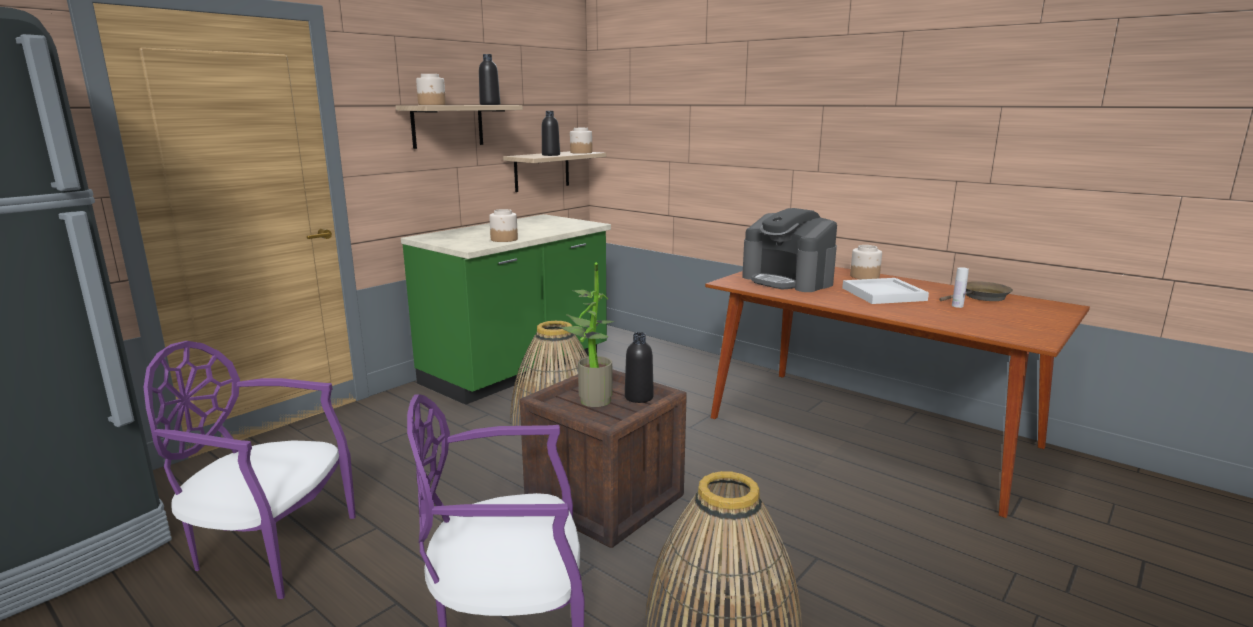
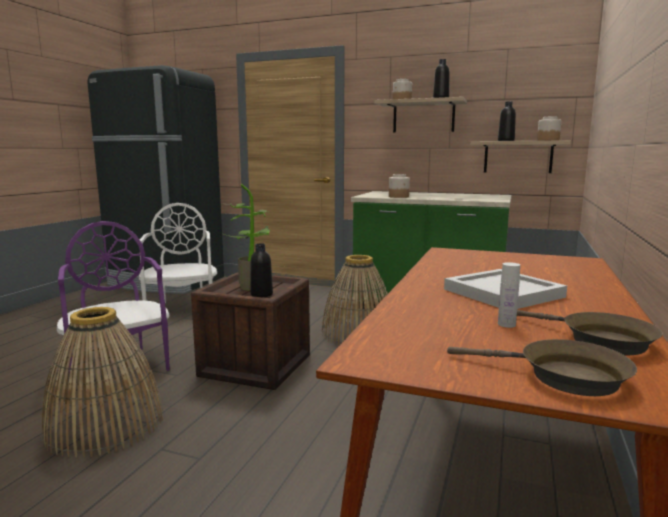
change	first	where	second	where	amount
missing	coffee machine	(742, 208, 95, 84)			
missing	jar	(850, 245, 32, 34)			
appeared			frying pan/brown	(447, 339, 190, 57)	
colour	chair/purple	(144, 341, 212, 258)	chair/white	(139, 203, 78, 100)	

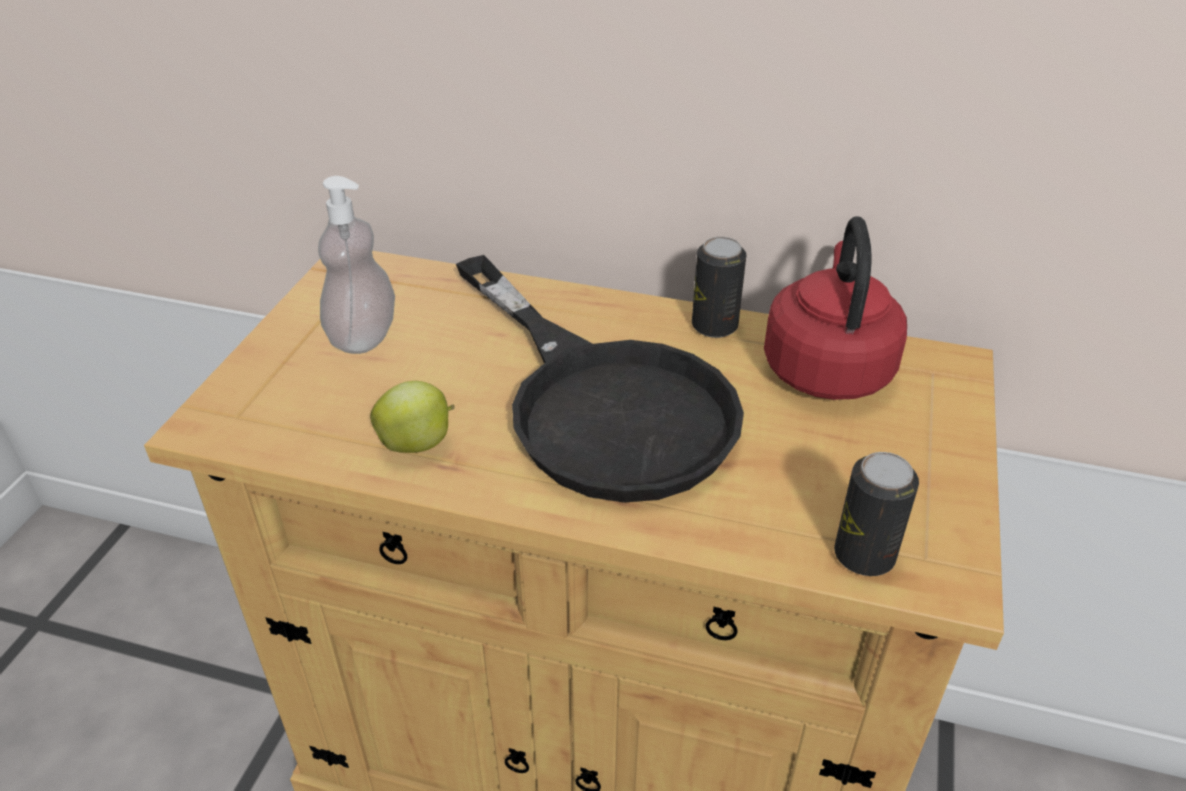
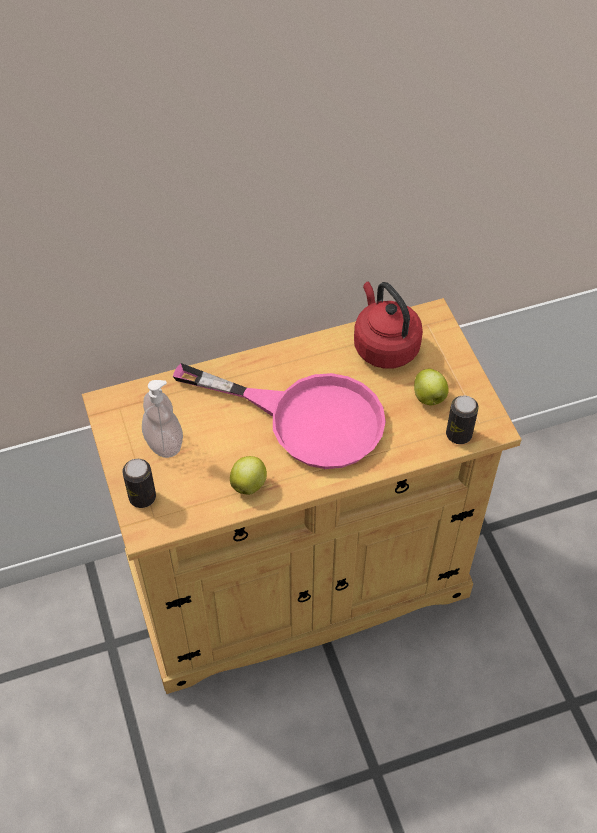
change	first	where	second	where	amount
appeared			apple	(414, 369, 35, 36)	
relocated	can	(692, 237, 54, 101)		(122, 459, 34, 49)	
colour	frying pan/black	(456, 255, 288, 248)	frying pan/pink	(173, 363, 213, 106)	

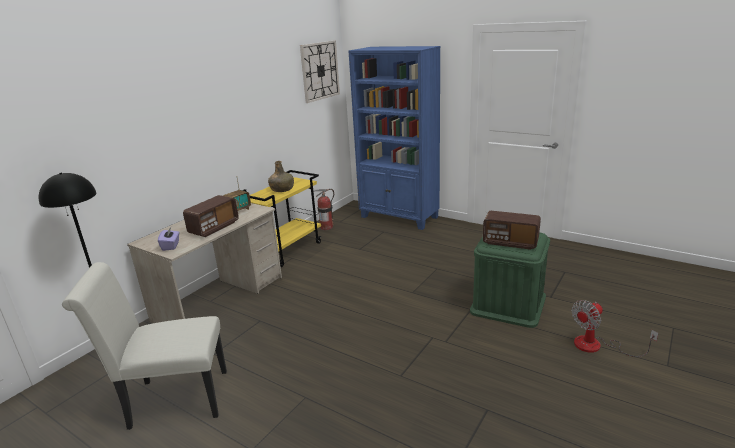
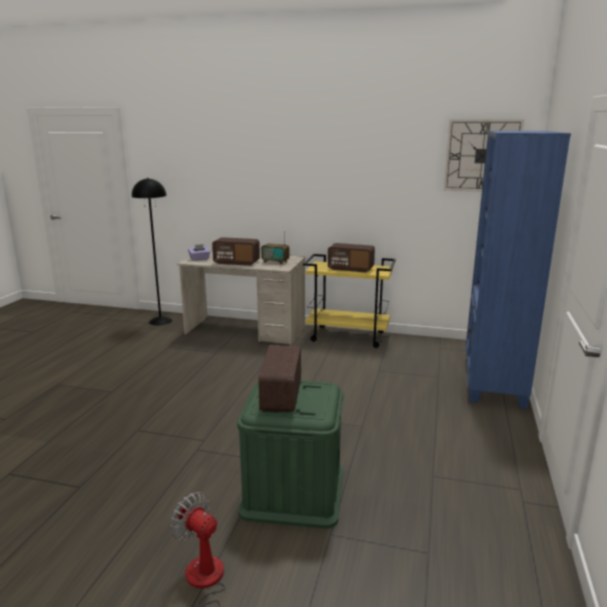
change	first	where	second	where	amount
missing	chair/white	(62, 262, 165, 168)			
missing	fire extinguisher	(313, 189, 21, 41)			
exchanged	bottle/green	(268, 161, 26, 31)	radio	(328, 243, 47, 30)	

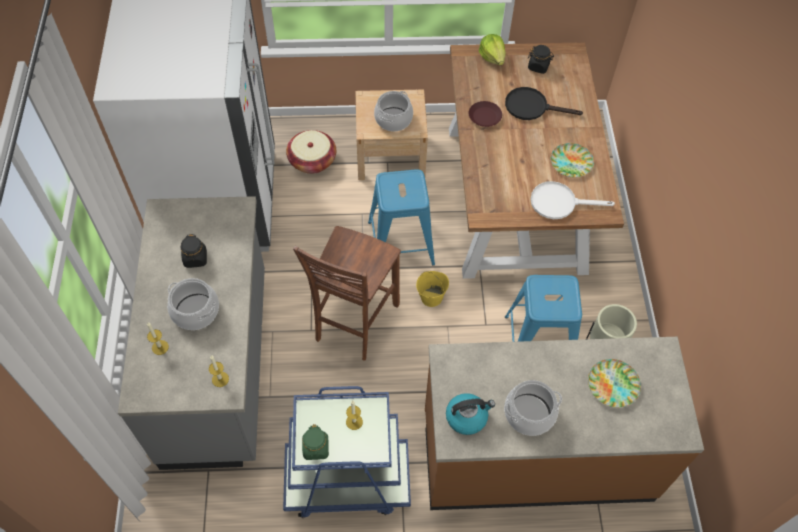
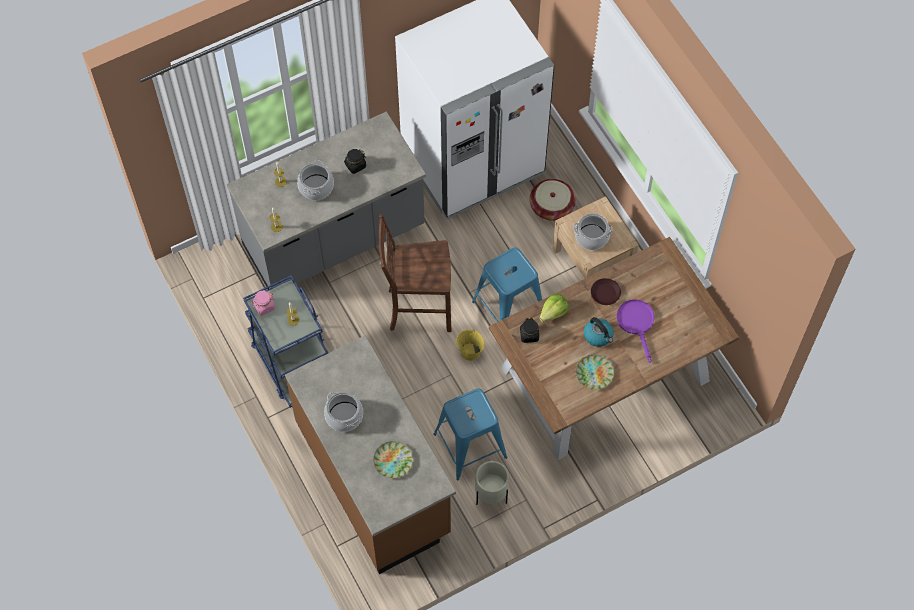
change	first	where	second	where	amount
missing	frying pan/white	(530, 181, 85, 38)			
relocated	kettle	(446, 393, 49, 42)		(584, 317, 29, 30)	
relocated	lettuce	(479, 34, 27, 31)		(539, 294, 30, 28)	
relocated	jar/black	(528, 45, 26, 29)		(520, 317, 19, 26)	
colour	jar/green	(302, 424, 27, 36)	jar/pink	(251, 291, 24, 25)	
colour	frying pan/black	(505, 87, 78, 33)	frying pan/purple	(617, 299, 38, 64)	

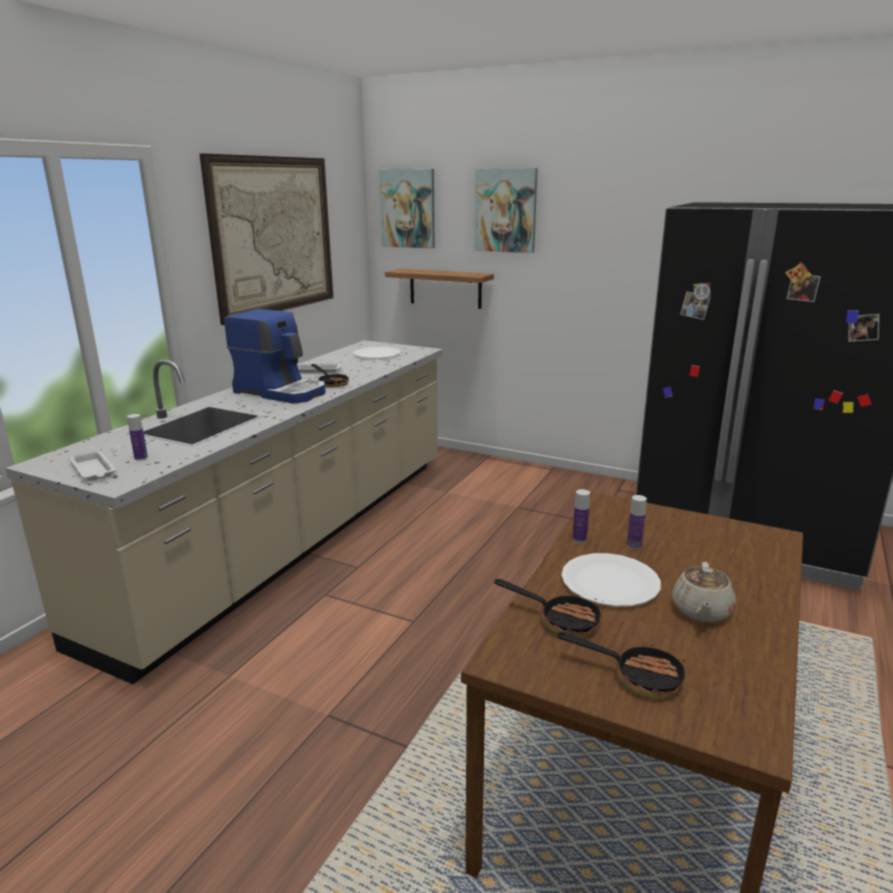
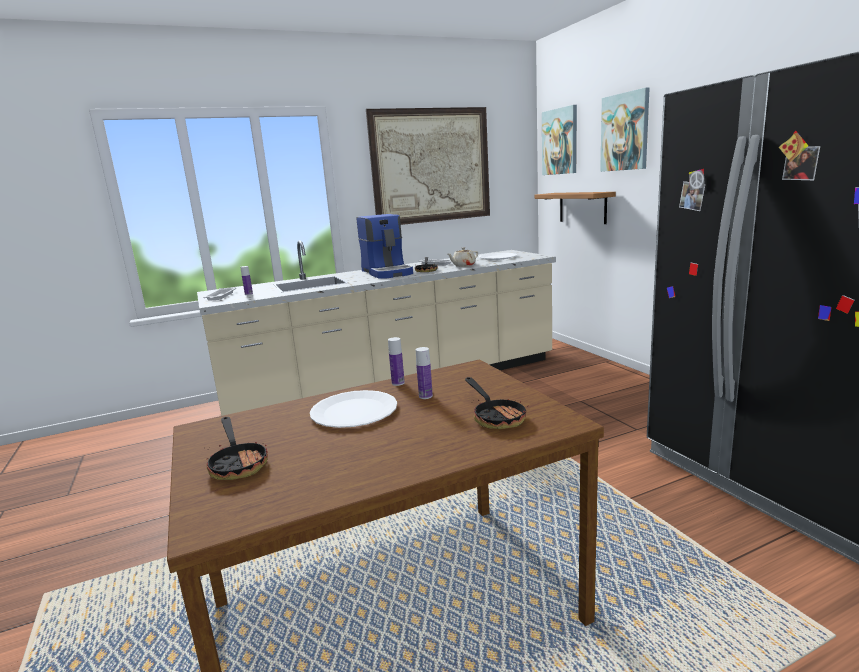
change	first	where	second	where	amount
relocated	frying pan	(494, 579, 109, 58)		(465, 377, 63, 52)	
relocated	teapot/beige	(672, 562, 64, 60)		(448, 247, 30, 20)	

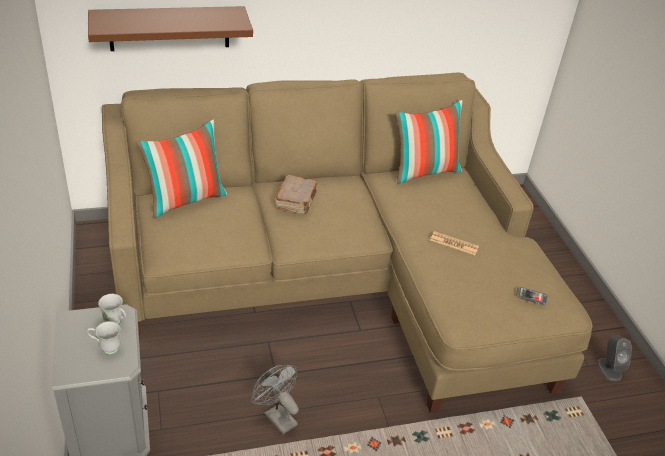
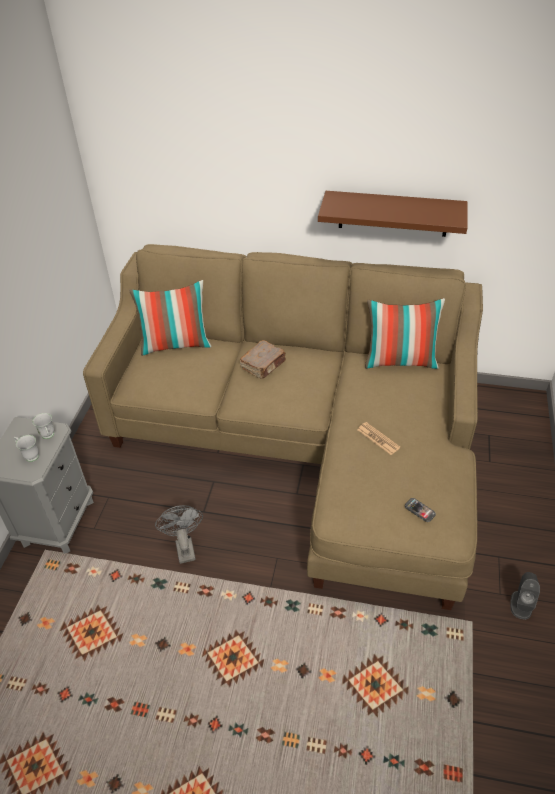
change	first	where	second	where	amount
relocated	shelf/brown	(88, 6, 165, 45)		(318, 191, 150, 46)	

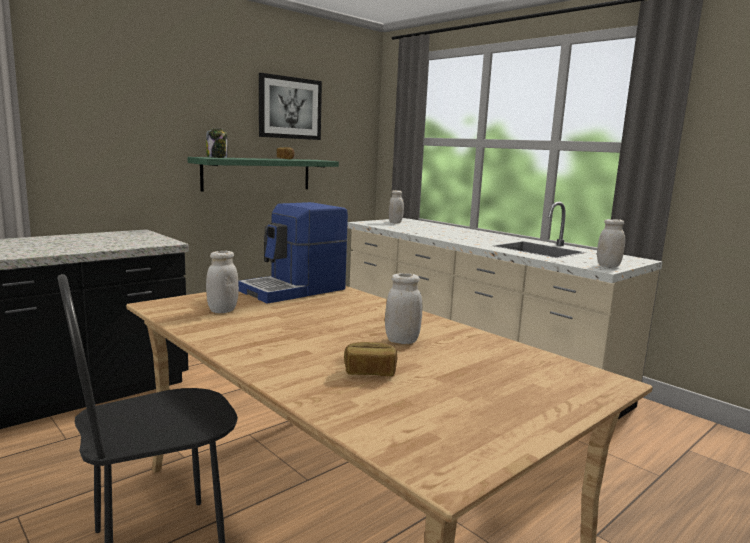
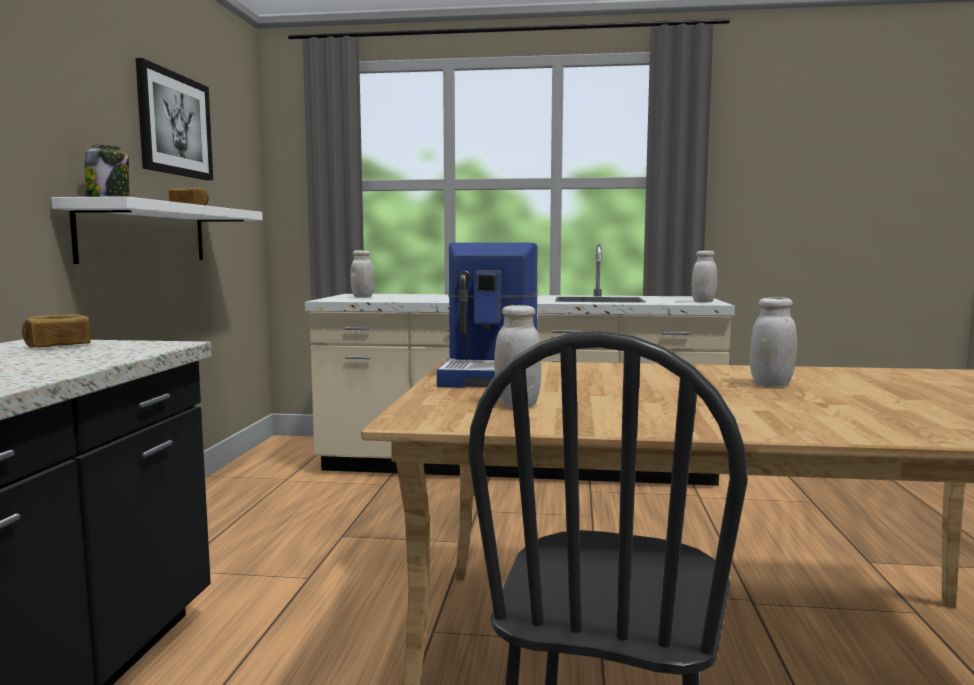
change	first	where	second	where	amount
relocated	bread	(344, 342, 53, 34)		(22, 314, 69, 34)	
colour	shelf/green	(187, 157, 152, 35)	shelf/white	(51, 196, 212, 68)	

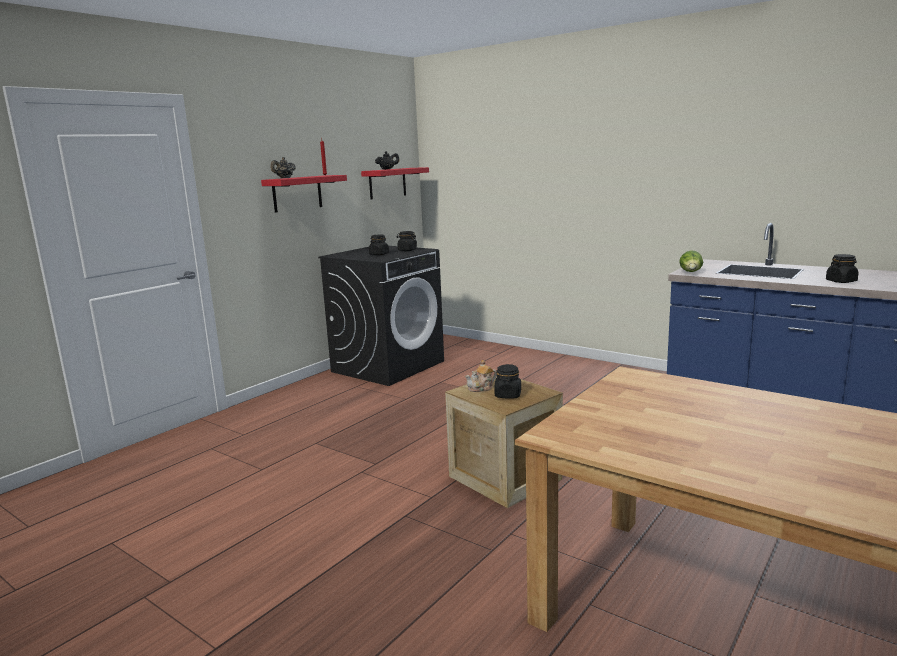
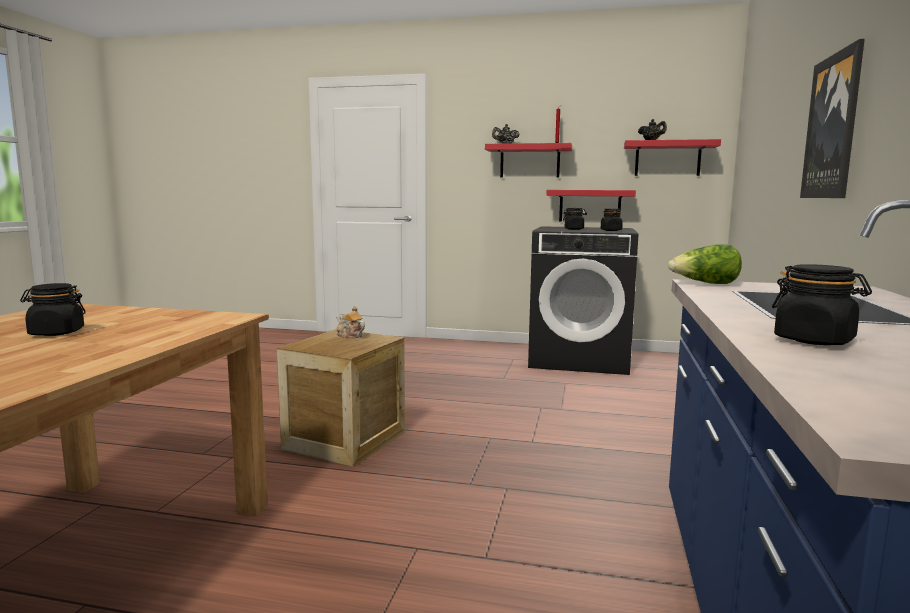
change	first	where	second	where	amount
appeared			shelf/red	(546, 190, 90, 32)	
appeared			picture	(800, 39, 65, 159)	
relocated	jar/black	(494, 364, 27, 35)		(20, 283, 66, 53)	

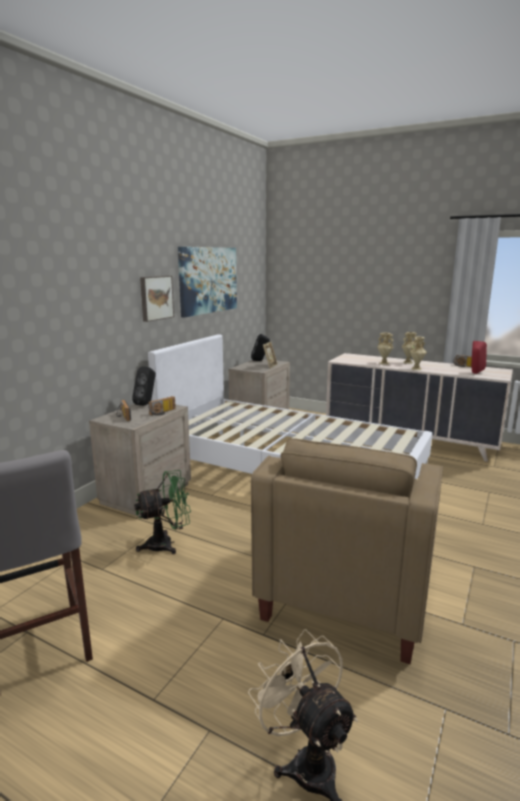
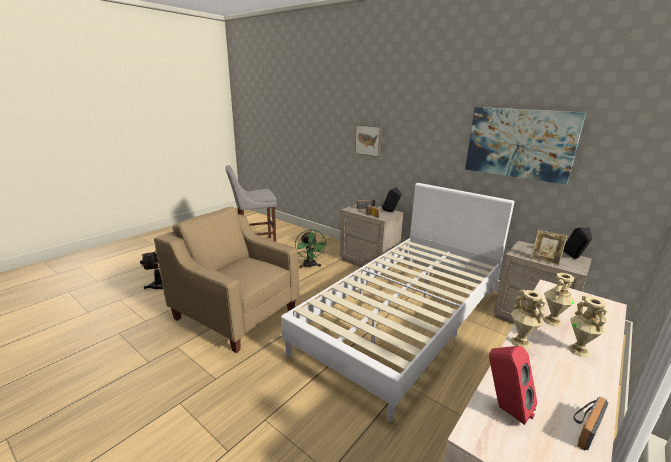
change	first	where	second	where	amount
relocated	picture	(140, 276, 34, 46)		(355, 124, 27, 33)	

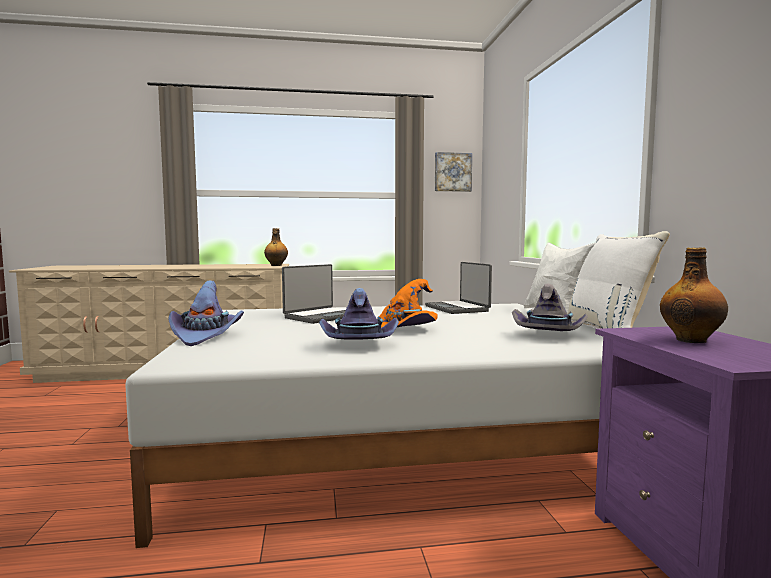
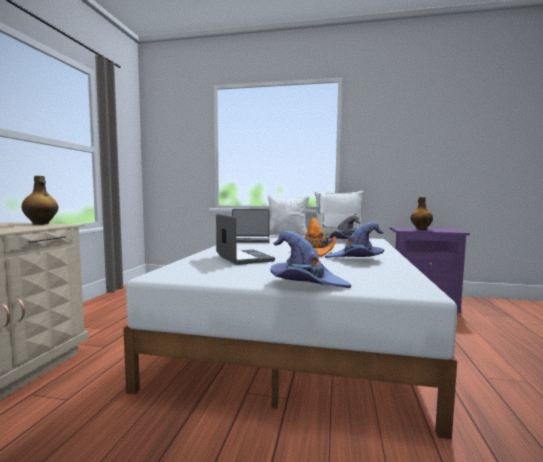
change	first	where	second	where	amount
missing	picture	(435, 152, 37, 40)			

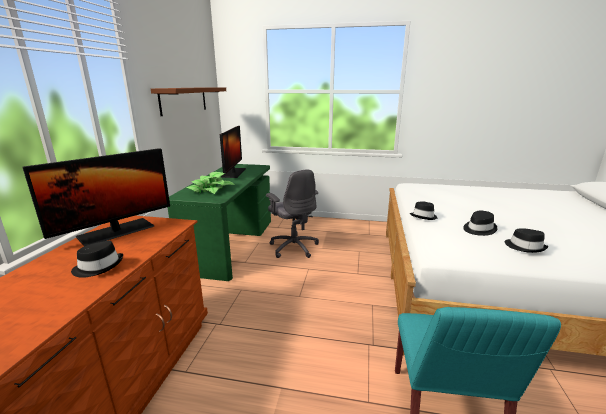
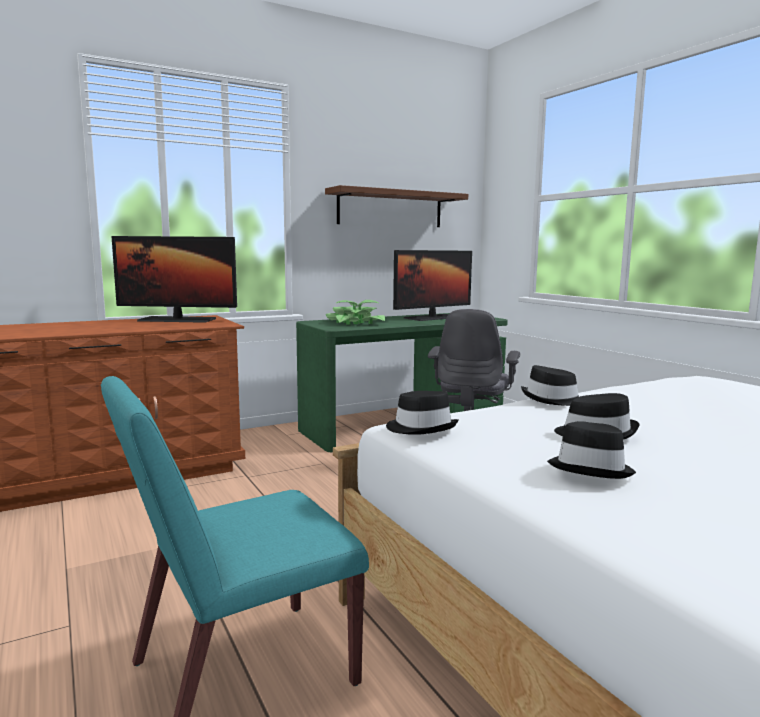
change	first	where	second	where	amount
relocated	hat/black	(71, 241, 52, 37)		(386, 391, 72, 44)	

